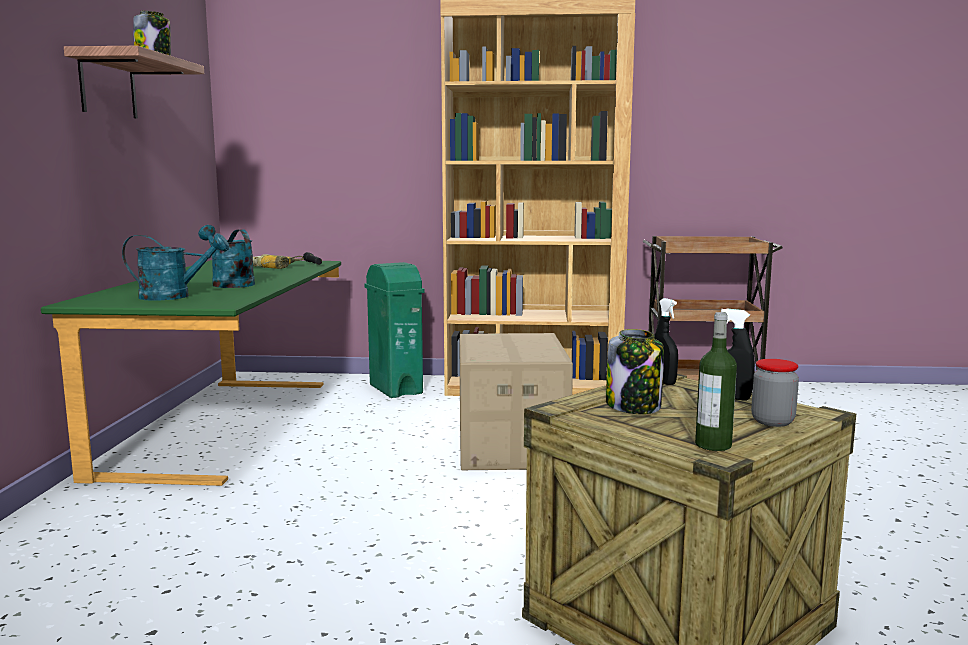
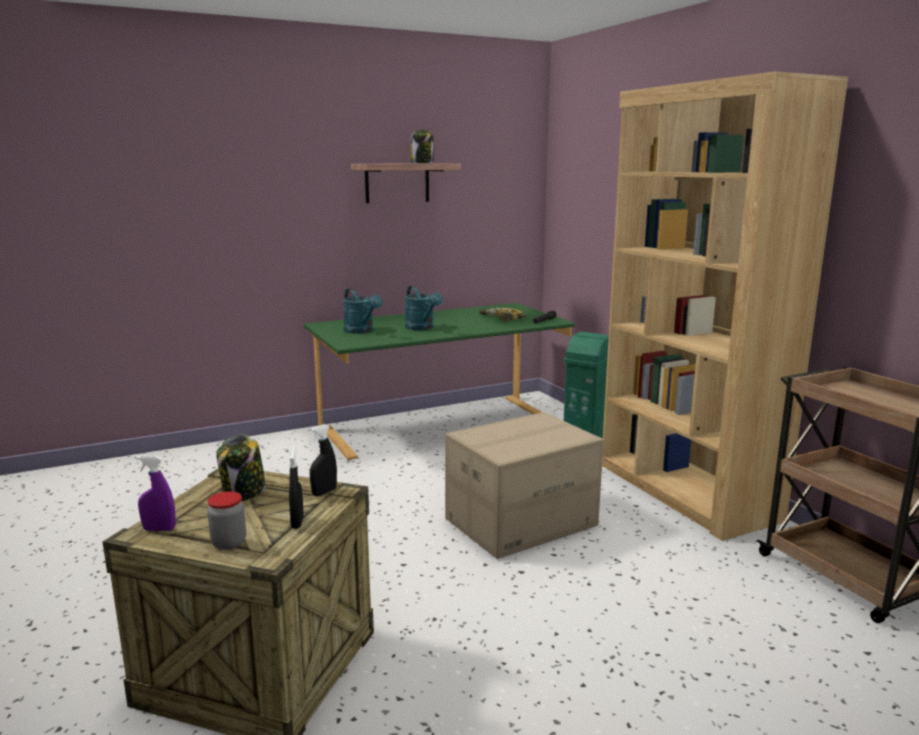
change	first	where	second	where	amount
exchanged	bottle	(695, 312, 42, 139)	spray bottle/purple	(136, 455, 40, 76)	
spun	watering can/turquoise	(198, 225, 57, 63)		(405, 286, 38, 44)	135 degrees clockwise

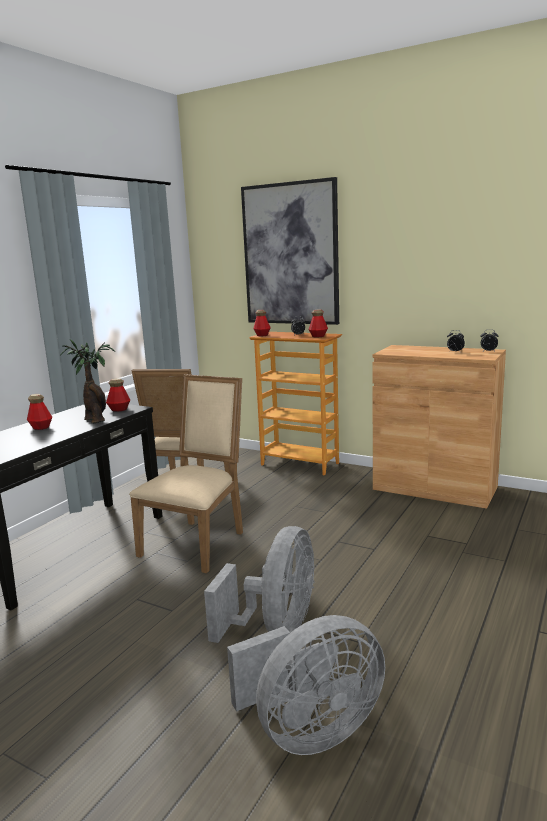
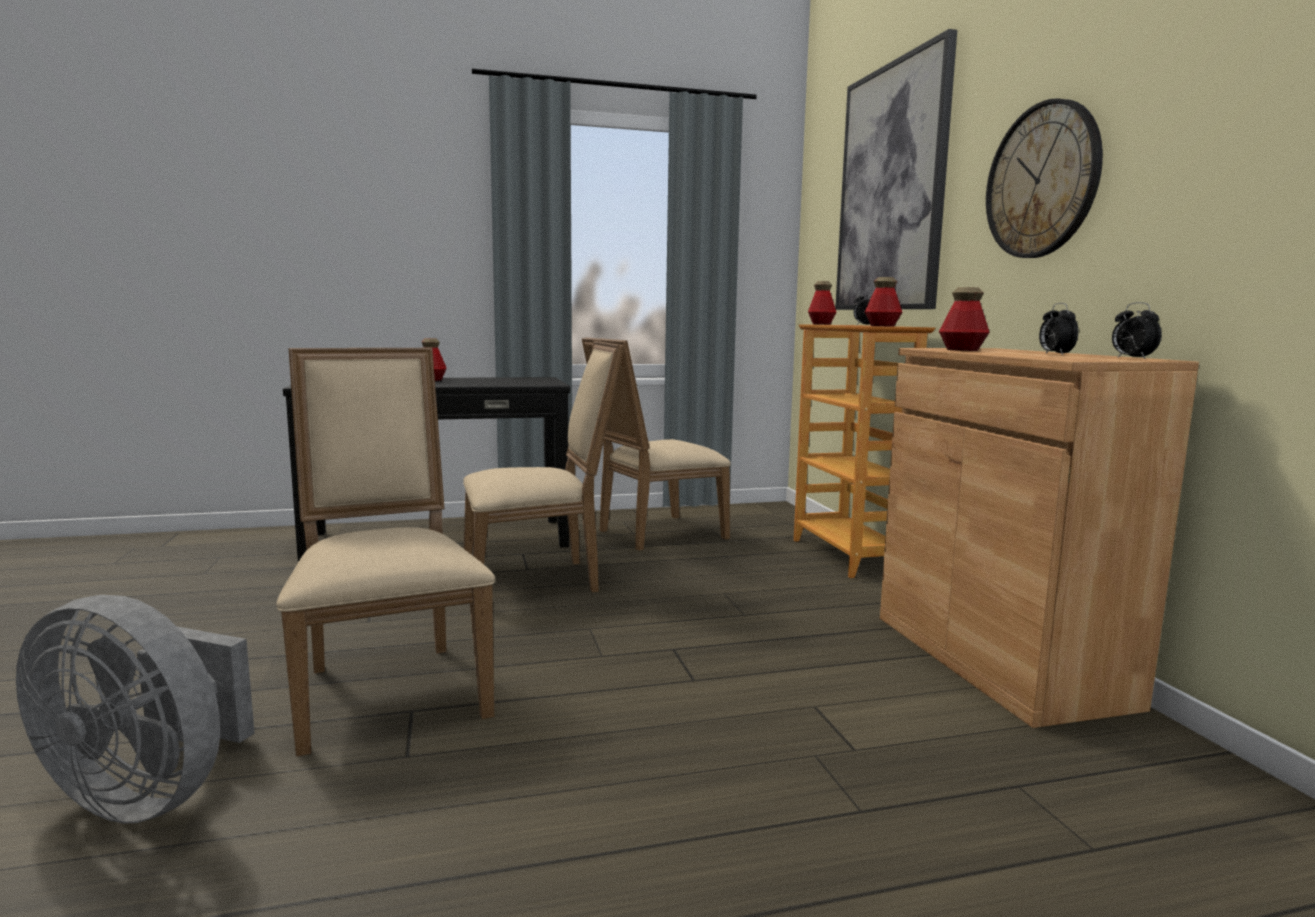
change	first	where	second	where	amount
missing	potted plant	(60, 339, 55, 84)			
appeared			wall clock	(986, 98, 117, 160)	
relocated	bottle	(106, 378, 24, 34)		(939, 287, 51, 64)	
exchanged	fan/grey	(204, 526, 111, 117)	chair/beige	(276, 348, 219, 409)	

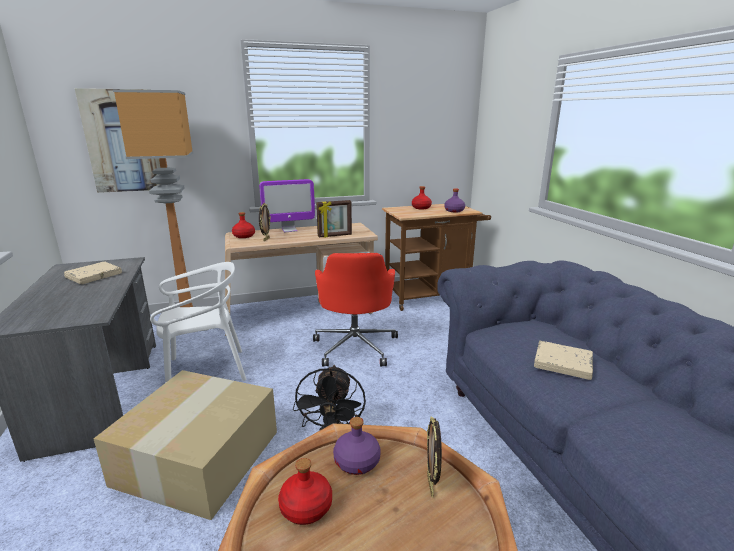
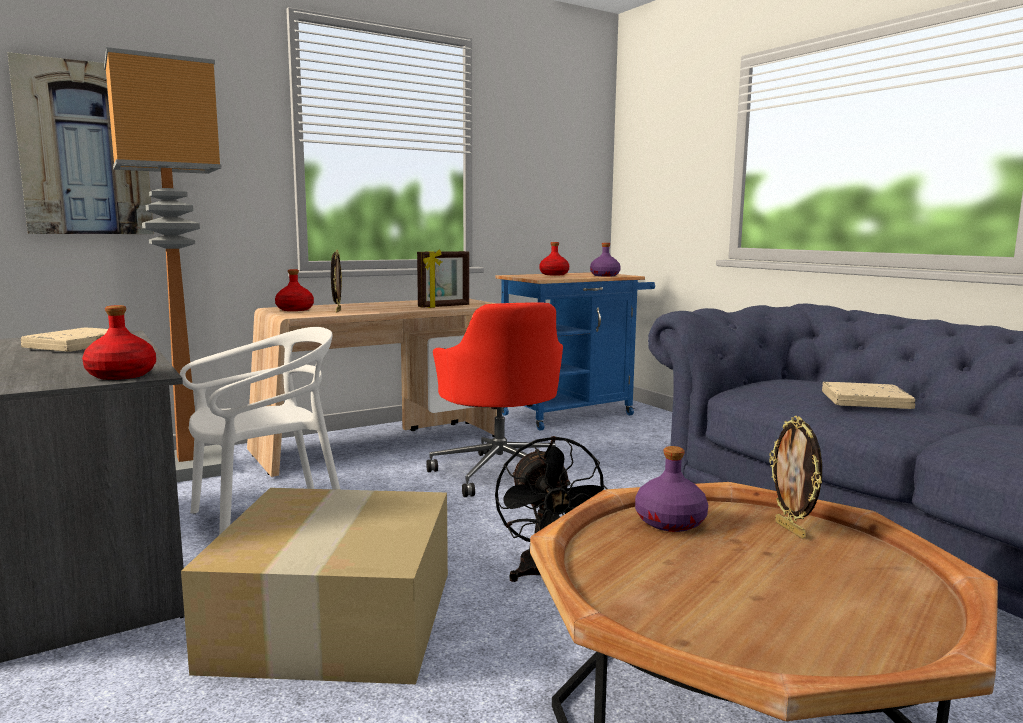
change	first	where	second	where	amount
missing	monitor	(259, 179, 56, 53)			
relocated	bottle/red	(278, 458, 54, 67)		(82, 305, 74, 75)	
colour	cart/brown	(382, 204, 109, 107)	cart/blue	(495, 272, 160, 159)	

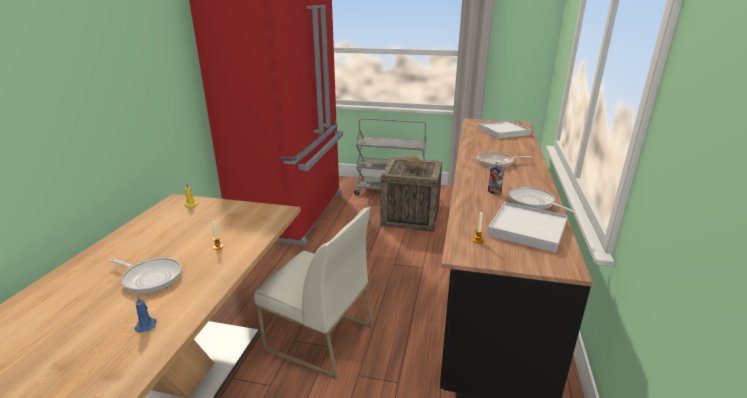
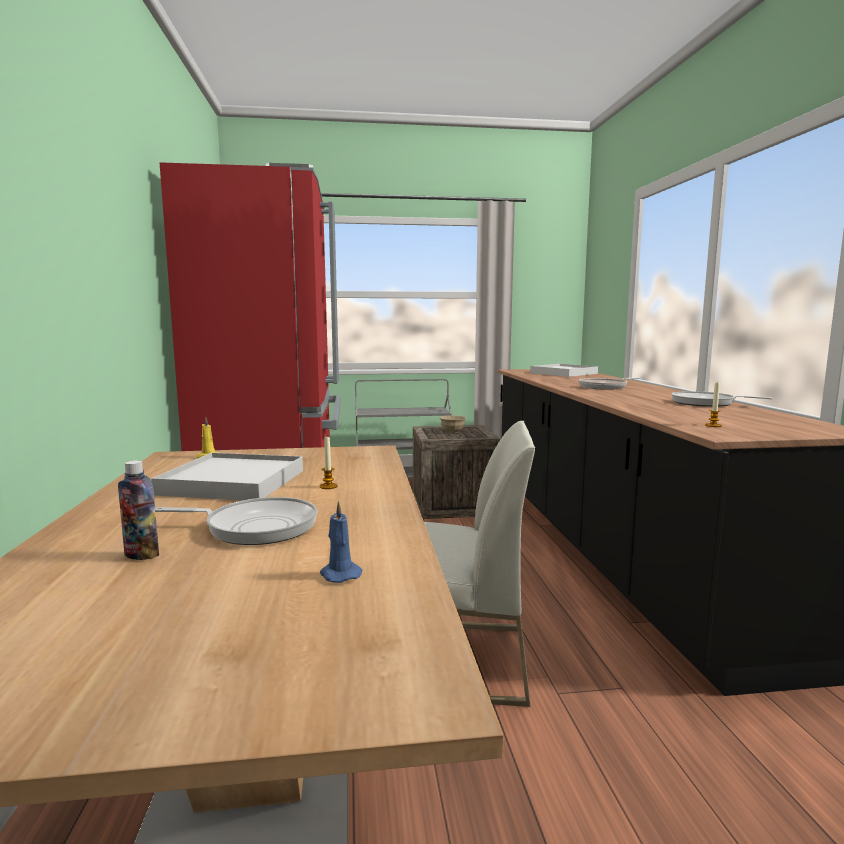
change	first	where	second	where	amount
relocated	tray/white	(487, 202, 81, 51)		(151, 453, 152, 48)	
relocated	bottle	(488, 160, 16, 35)		(118, 460, 41, 100)	

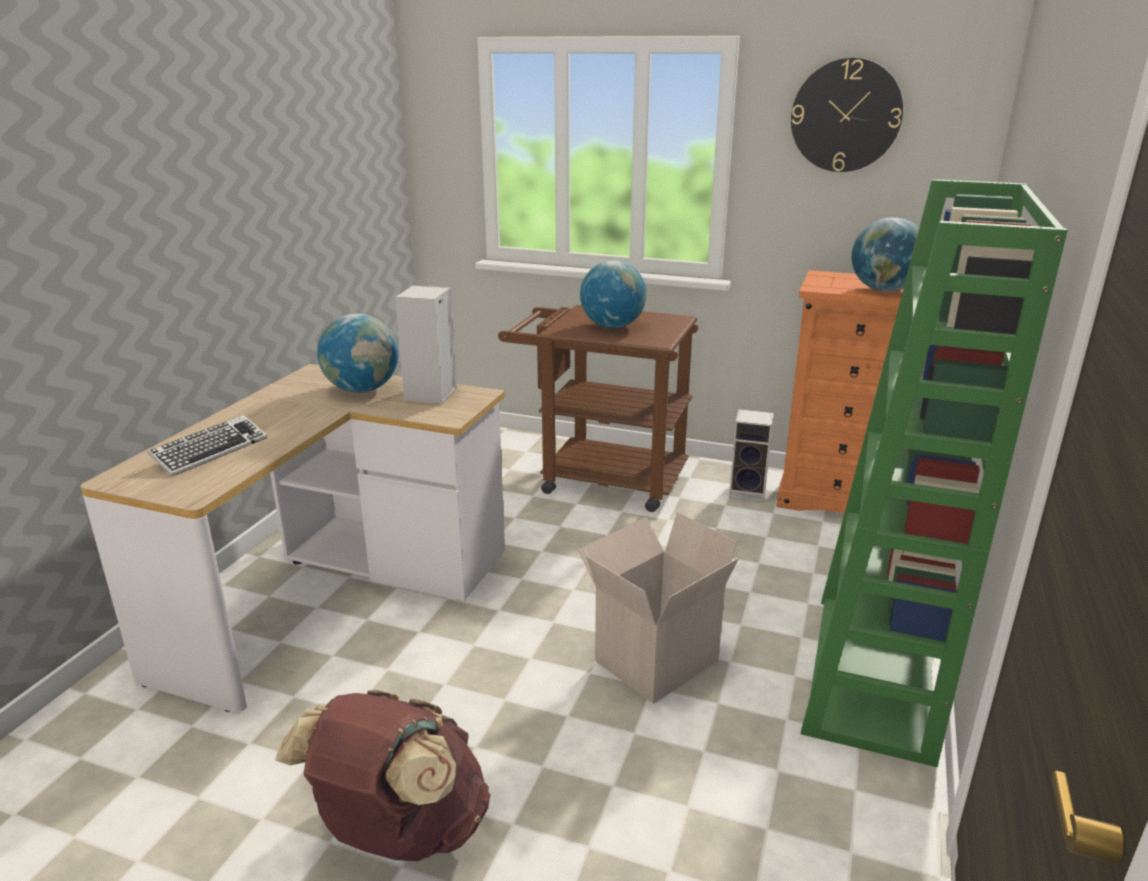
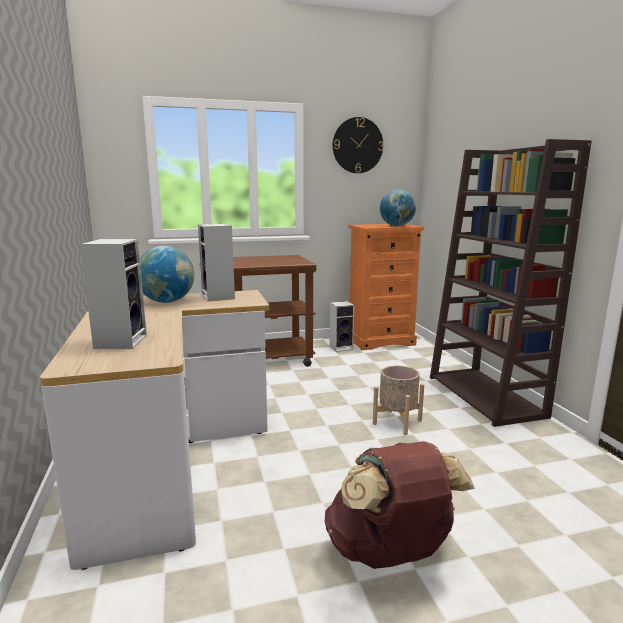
change	first	where	second	where	amount
missing	globe	(580, 260, 67, 68)			
exchanged	keyboard	(148, 415, 119, 62)	speaker	(80, 239, 67, 110)	
exchanged	cardboard box	(578, 512, 161, 192)	planter/beige	(373, 366, 51, 69)	
colour	bookcase/green	(801, 179, 267, 588)	bookcase/brown	(430, 139, 162, 288)	

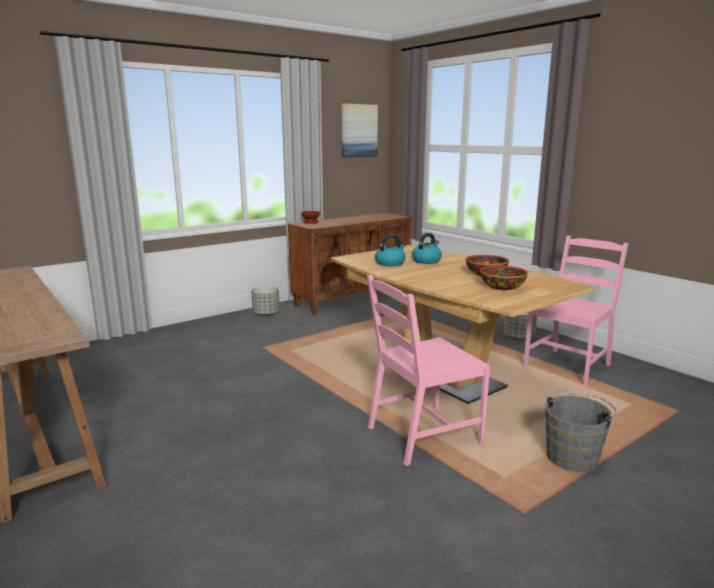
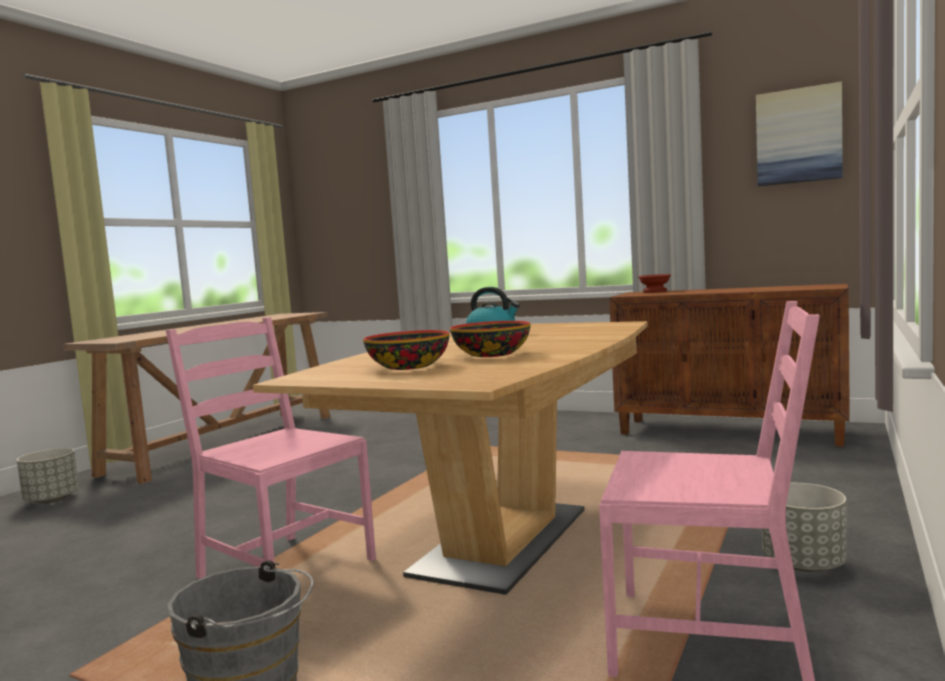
change	first	where	second	where	amount
missing	kettle	(412, 233, 30, 31)			
relocated	planter/grey	(251, 286, 29, 30)		(17, 448, 62, 56)	

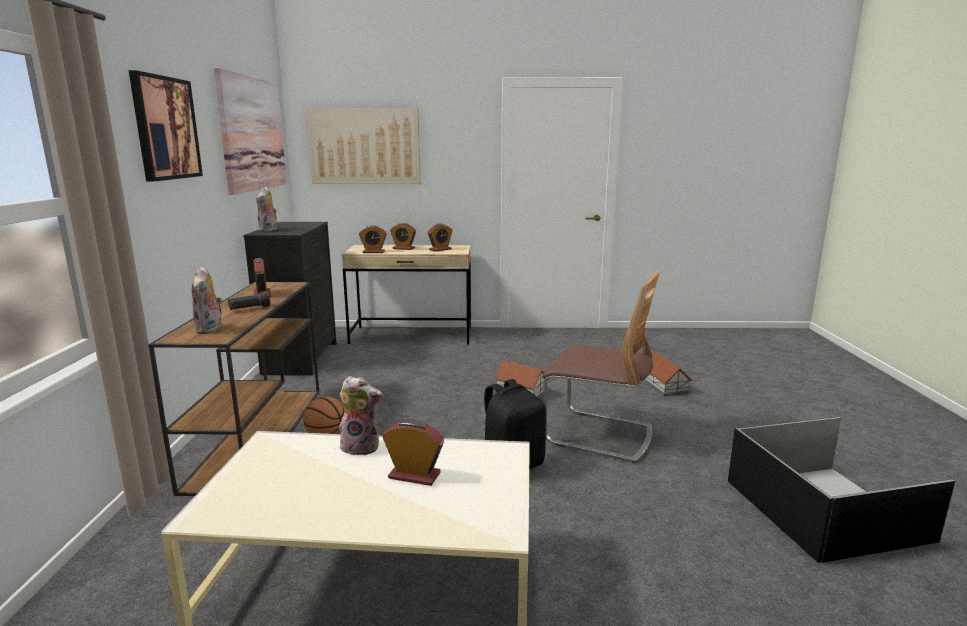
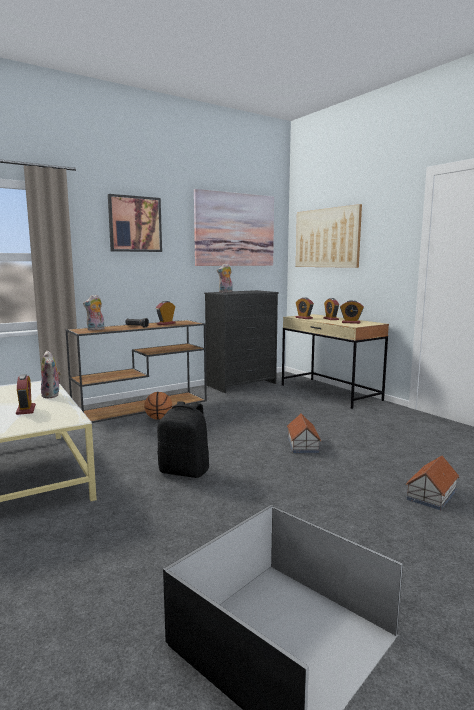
change	first	where	second	where	amount
missing	chair	(542, 271, 117, 192)			

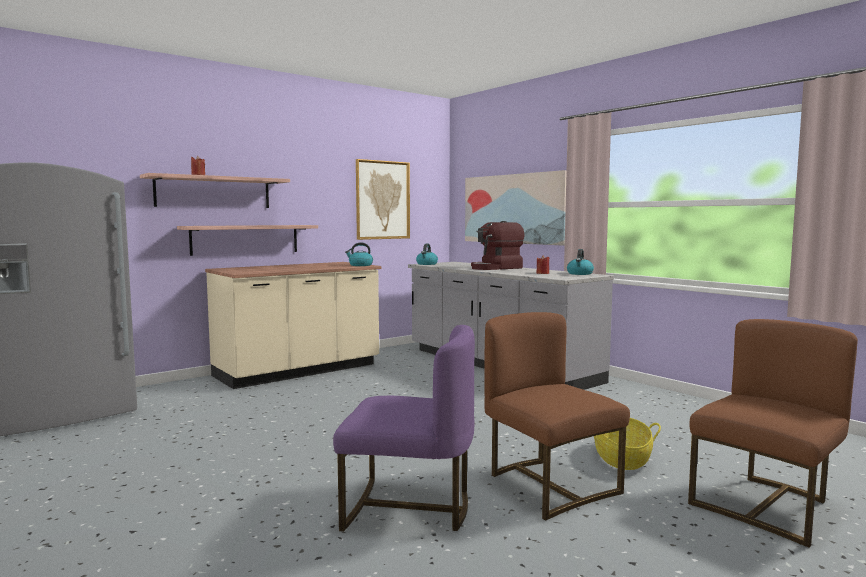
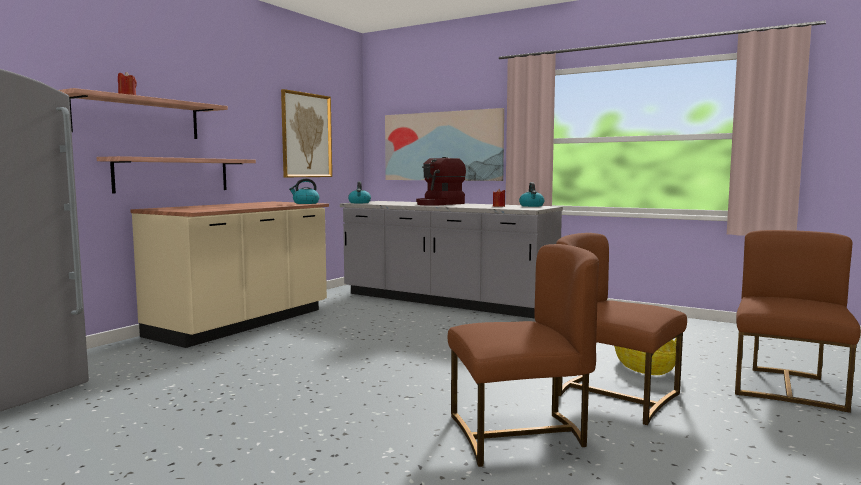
change	first	where	second	where	amount
colour	chair/purple	(333, 325, 142, 207)	chair/brown	(448, 244, 151, 223)	

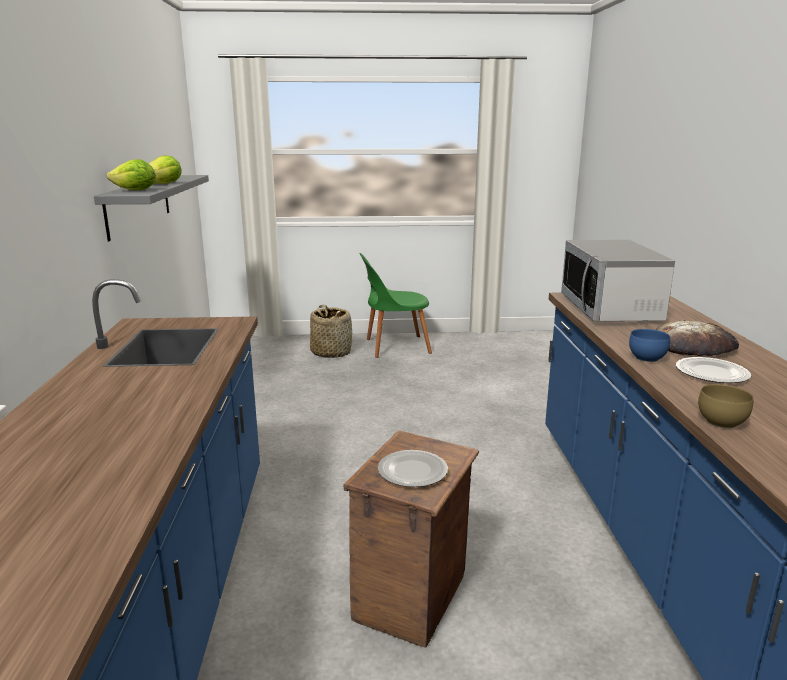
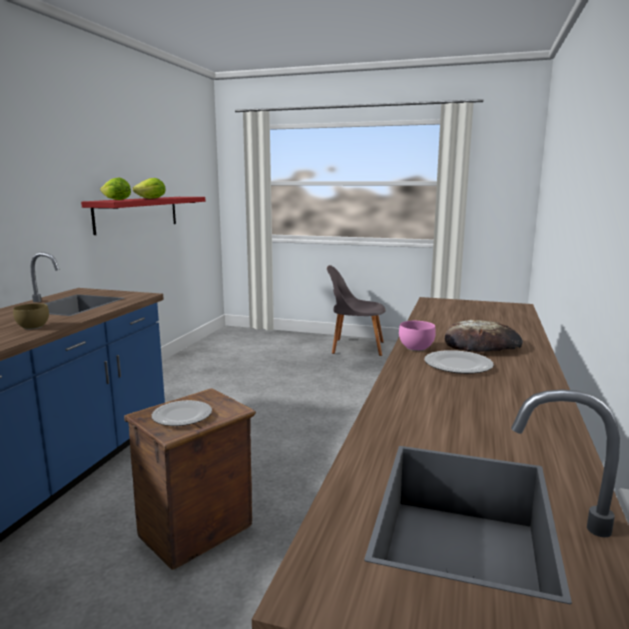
change	first	where	second	where	amount
missing	basket	(310, 305, 42, 53)			
missing	microwave	(561, 240, 114, 81)			
relocated	bowl/brown	(698, 384, 56, 45)		(13, 303, 36, 27)	
colour	shelf/grey	(94, 175, 115, 66)	shelf/red	(81, 197, 124, 38)	
colour	chair/green	(359, 253, 73, 105)	chair/grey	(327, 265, 59, 91)	
colour	bowl/blue	(629, 329, 41, 33)	bowl/pink	(399, 321, 37, 30)	

